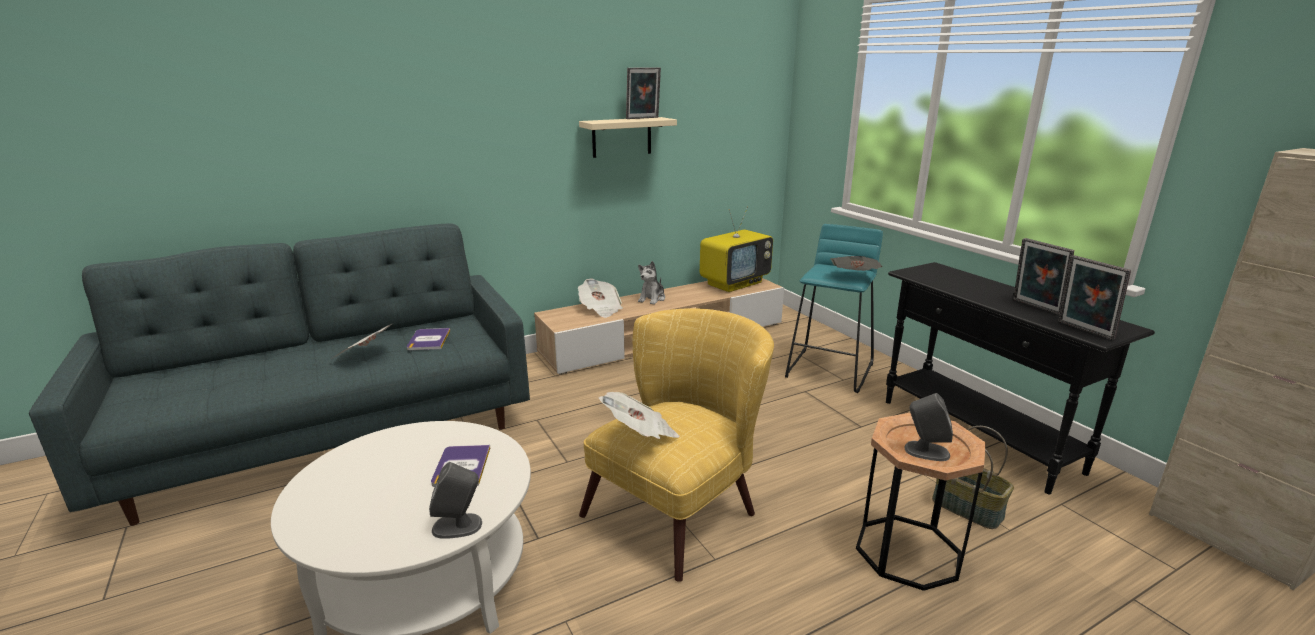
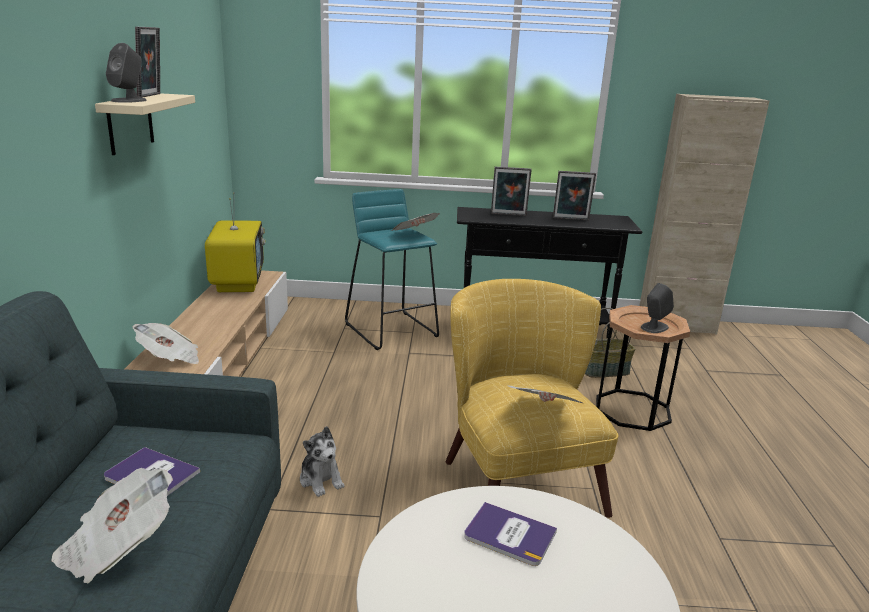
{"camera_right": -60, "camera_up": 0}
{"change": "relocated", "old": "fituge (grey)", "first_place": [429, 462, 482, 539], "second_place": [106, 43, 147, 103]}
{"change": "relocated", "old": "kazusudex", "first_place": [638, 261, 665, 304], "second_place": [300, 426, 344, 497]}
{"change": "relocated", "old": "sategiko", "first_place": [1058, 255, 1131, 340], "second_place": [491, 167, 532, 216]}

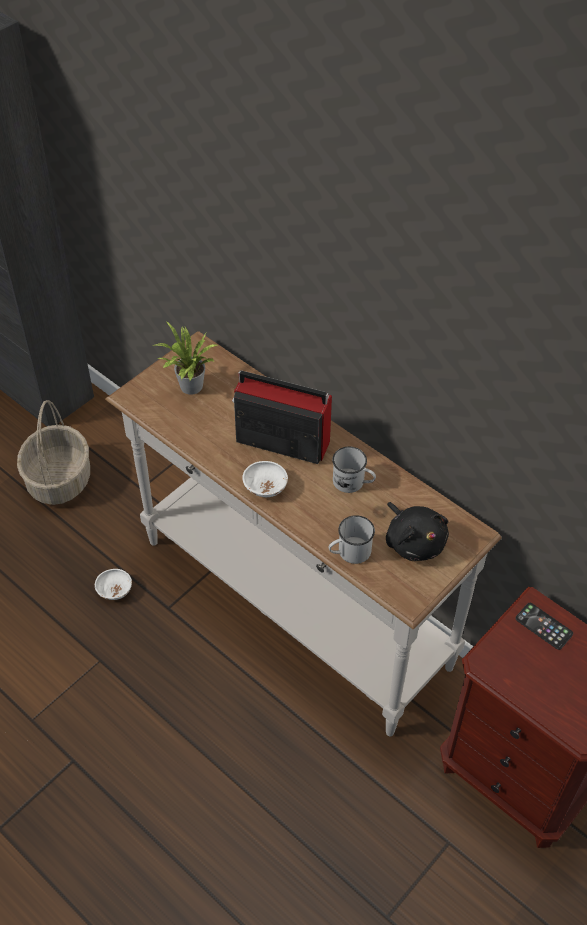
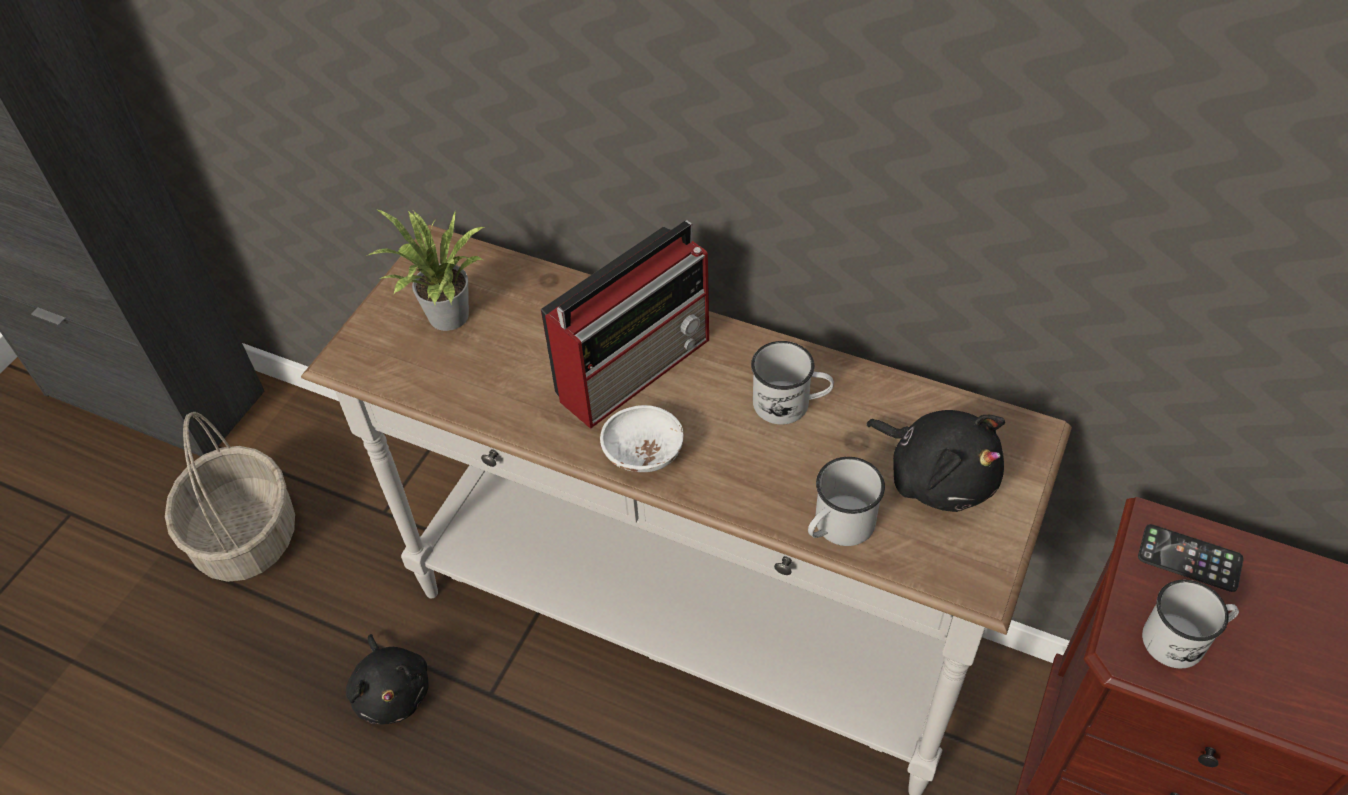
{"camera_right": -15, "camera_up": 0}
{"change": "exchanged", "old": "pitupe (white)", "new": "kazusudex (black)", "first_place": [95, 569, 132, 600], "second_place": [346, 634, 429, 724]}
{"change": "spun", "old": "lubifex", "first_place": [232, 370, 332, 464], "second_place": [541, 220, 709, 429], "degrees": 135}
{"change": "appeared", "new": "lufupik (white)", "second_place": [1142, 580, 1239, 668]}

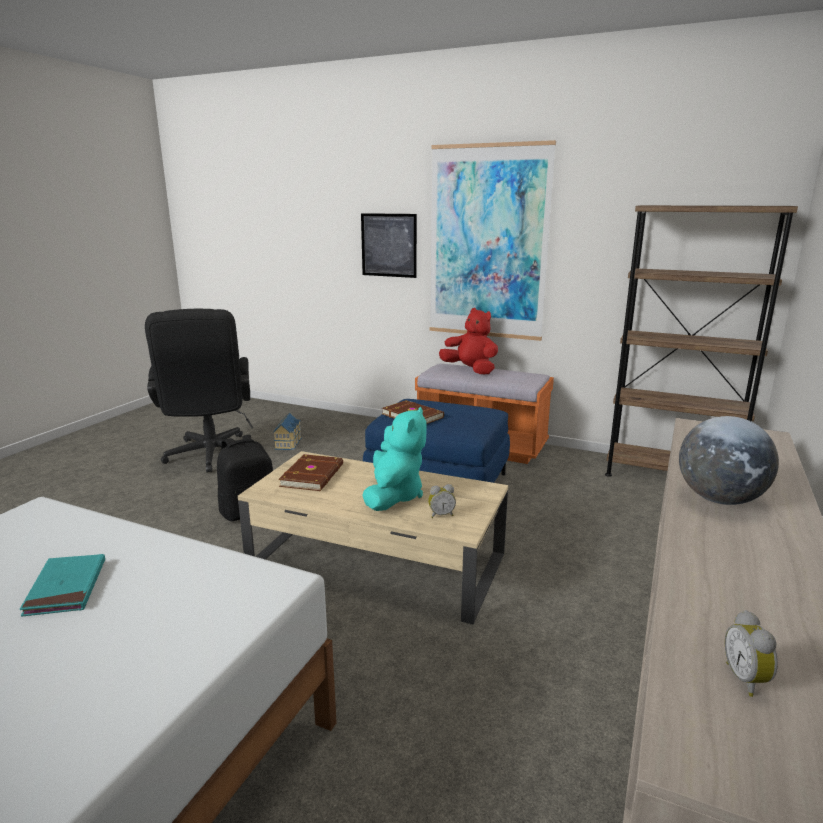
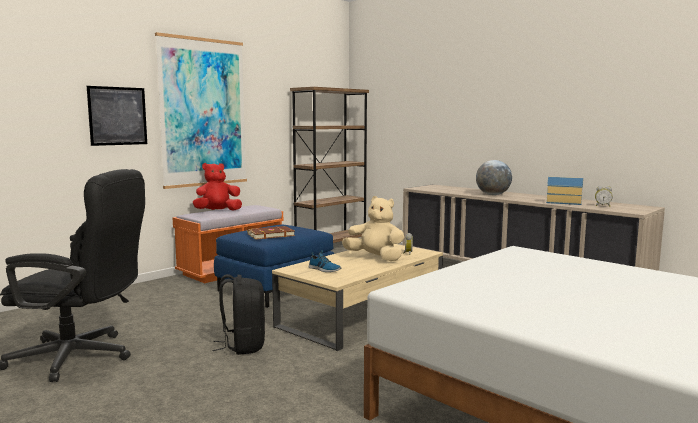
{"camera_right": -70, "camera_up": -10}
{"change": "missing", "old": "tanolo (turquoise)", "first_place": [20, 554, 105, 617]}
{"change": "relocated", "old": "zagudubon", "first_place": [273, 413, 302, 450], "second_place": [546, 177, 583, 205]}
{"change": "exchanged", "old": "tanolo (brown)", "new": "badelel", "first_place": [279, 454, 343, 491], "second_place": [309, 250, 341, 272]}
{"change": "colour", "old": "kazusudex (turquoise)", "new": "kazusudex (beige)", "first_place": [362, 407, 427, 511], "second_place": [342, 196, 404, 261]}

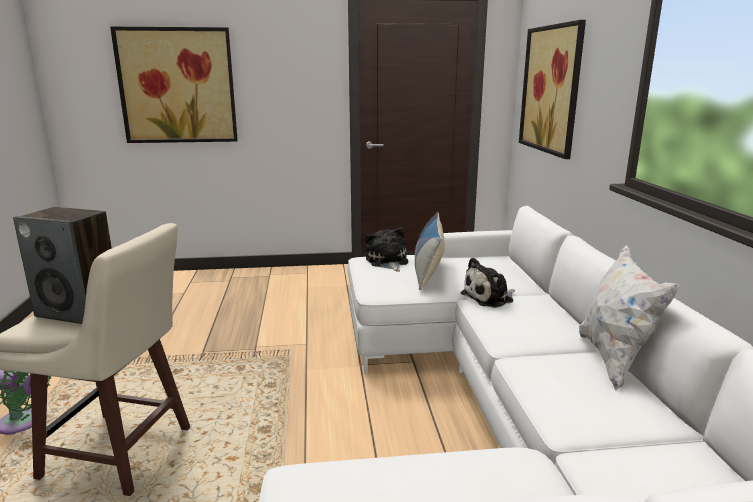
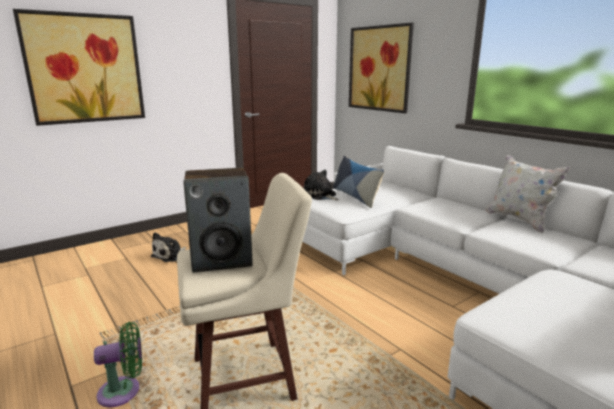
{"camera_right": -30, "camera_up": 0}
{"change": "relocated", "old": "kazusudex", "first_place": [461, 257, 515, 308], "second_place": [151, 232, 186, 262]}

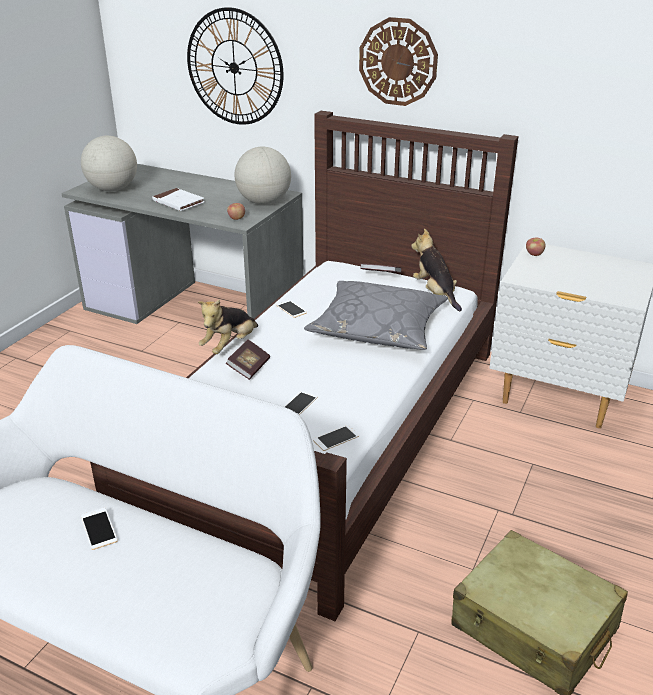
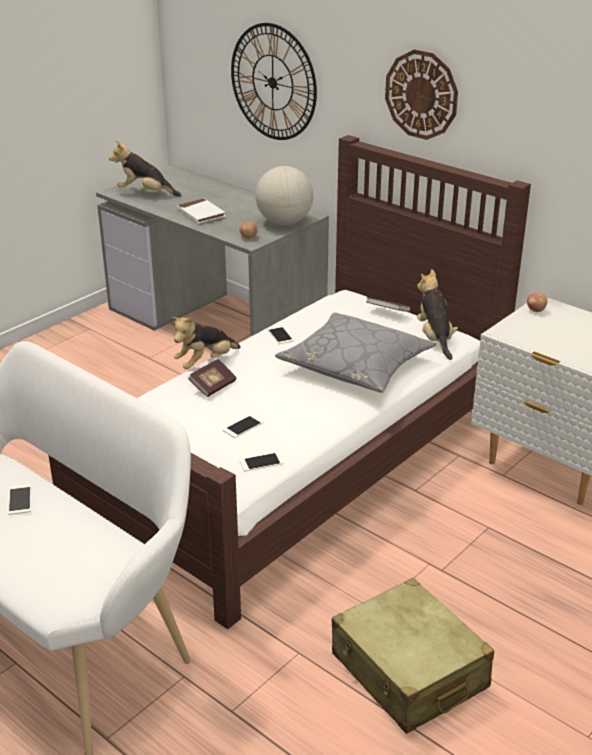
{"camera_right": 15, "camera_up": 0}
{"change": "exchanged", "old": "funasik", "new": "kazusudex", "first_place": [81, 136, 137, 191], "second_place": [109, 140, 181, 197]}

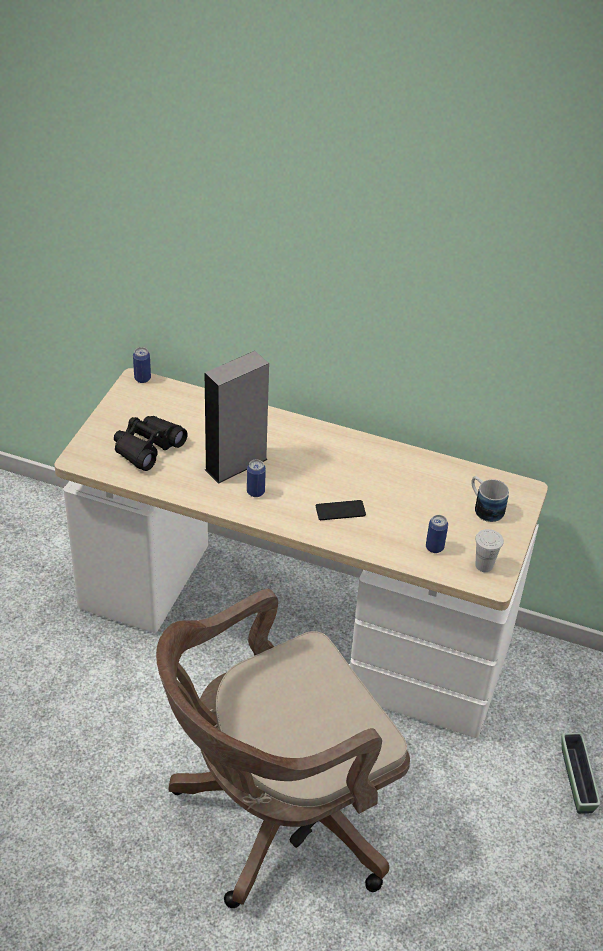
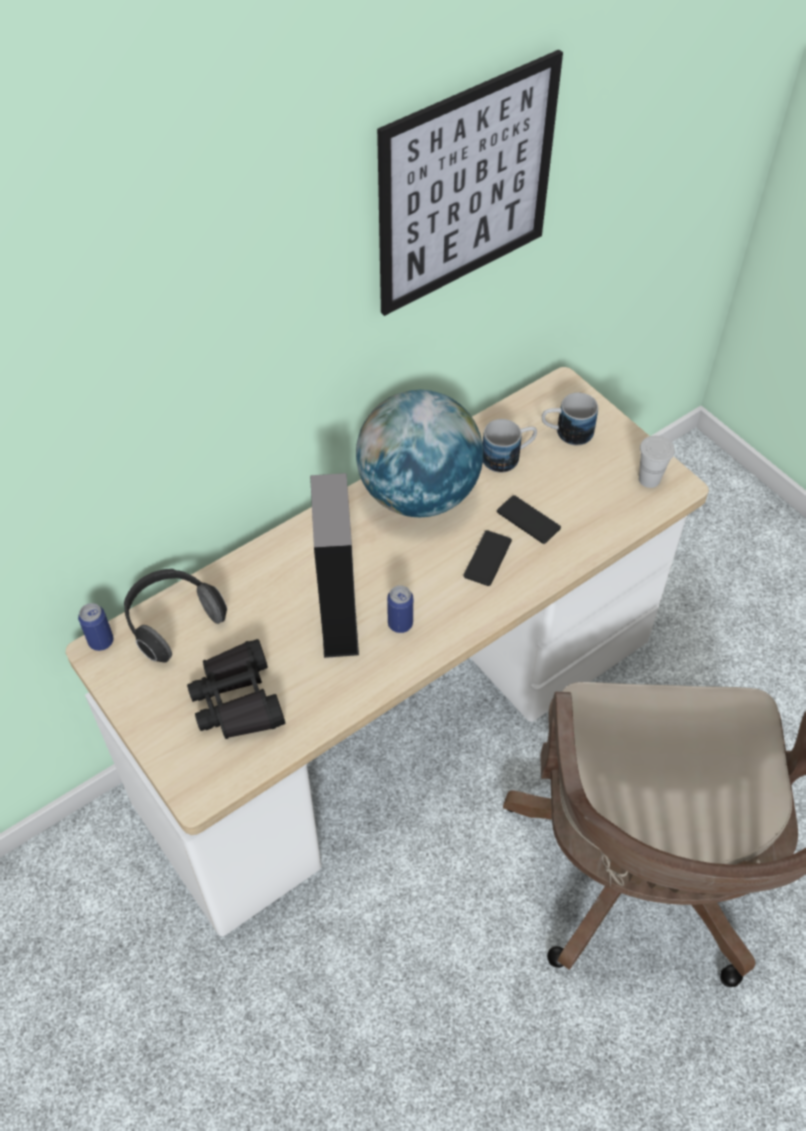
{"camera_right": -55, "camera_up": 10}
{"change": "missing", "old": "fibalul", "first_place": [426, 515, 448, 553]}
{"change": "missing", "old": "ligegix", "first_place": [562, 733, 600, 814]}
{"change": "appeared", "new": "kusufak", "second_place": [124, 569, 227, 663]}
{"change": "appeared", "new": "funasik", "second_place": [356, 390, 483, 517]}
{"change": "appeared", "new": "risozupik", "second_place": [377, 50, 563, 316]}
{"change": "appeared", "new": "lufupik", "second_place": [483, 419, 537, 473]}
{"change": "appeared", "new": "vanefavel", "second_place": [497, 495, 561, 544]}

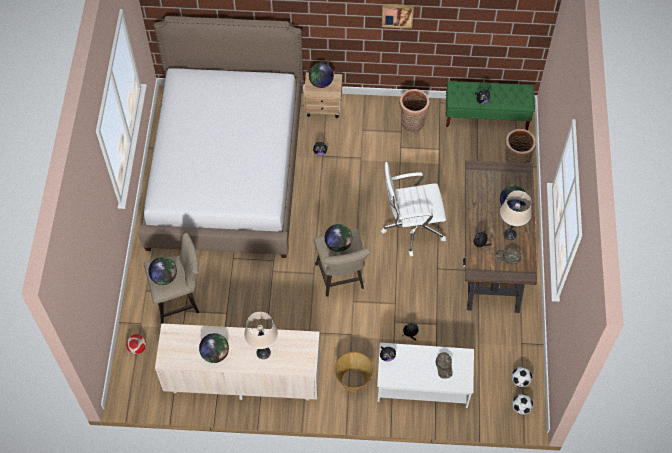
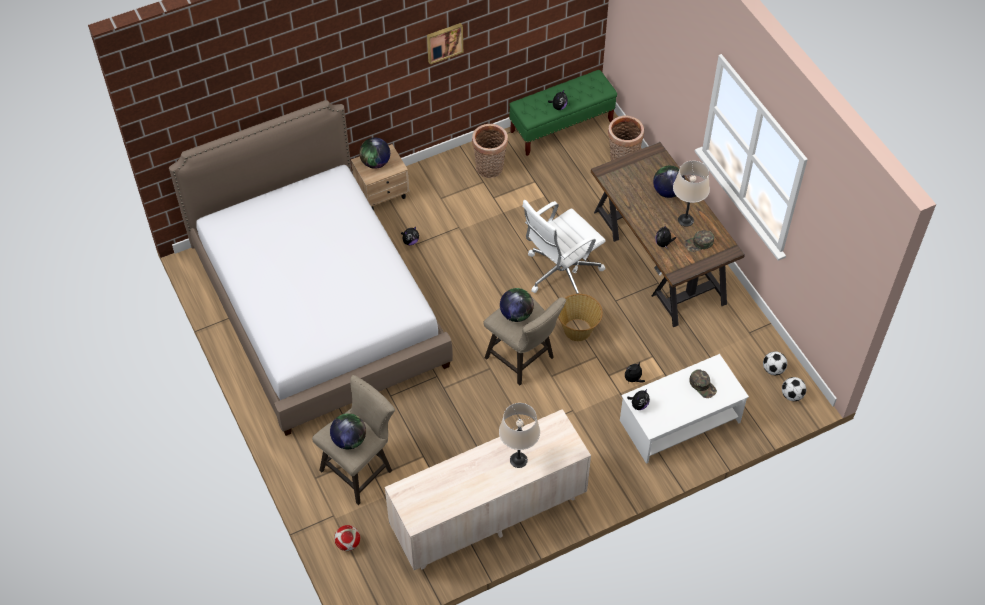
{"camera_right": -30, "camera_up": -5}
{"change": "missing", "old": "funasik", "first_place": [199, 333, 229, 363]}
{"change": "relocated", "old": "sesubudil", "first_place": [334, 352, 374, 391], "second_place": [558, 294, 603, 341]}

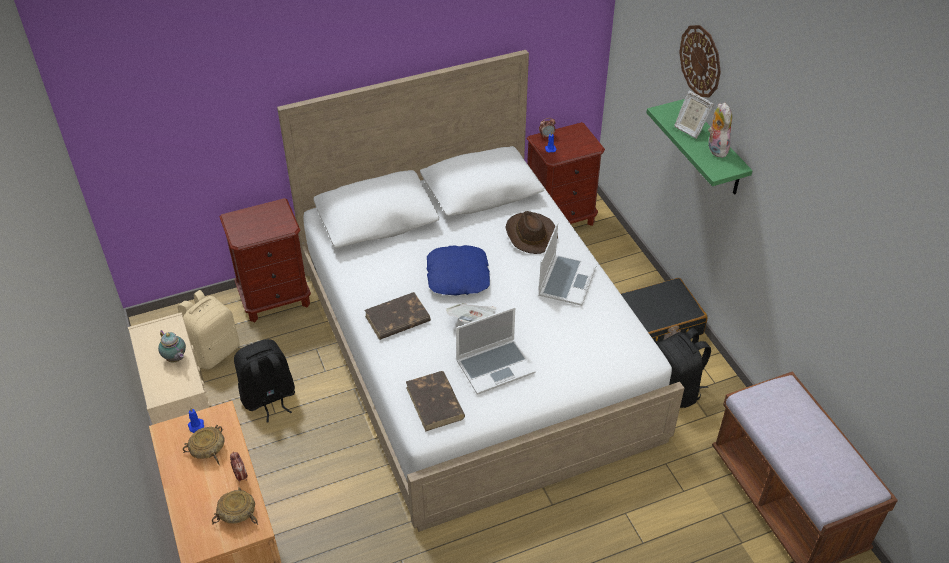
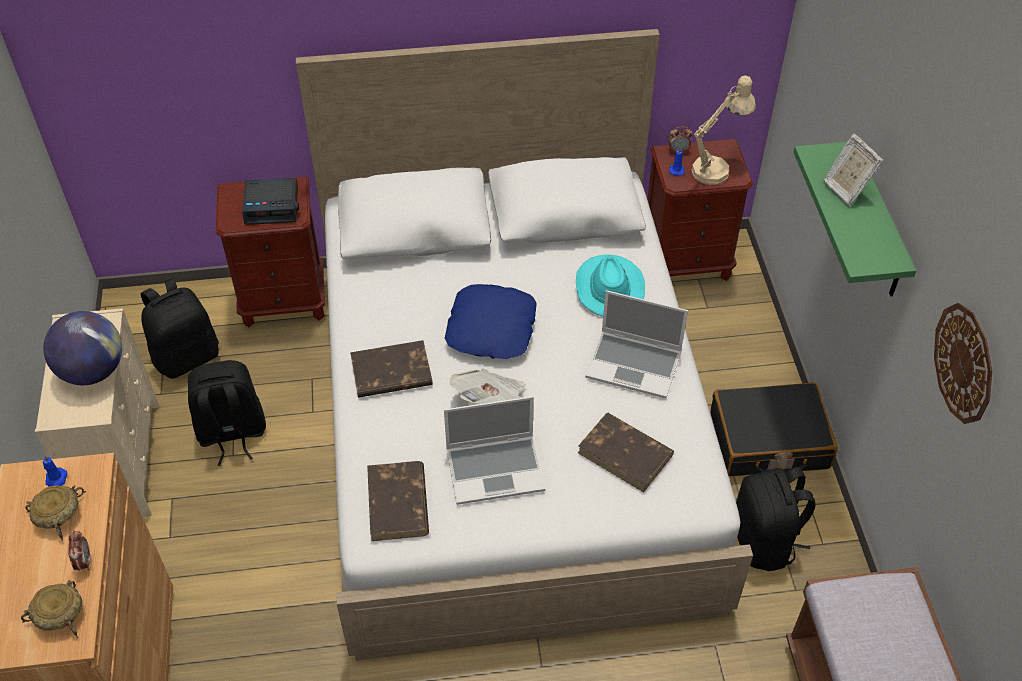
{"camera_right": 15, "camera_up": 5}
{"change": "exchanged", "old": "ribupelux", "new": "funasik", "first_place": [158, 331, 186, 362], "second_place": [43, 311, 122, 385]}
{"change": "colour", "old": "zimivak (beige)", "new": "zimivak (black)", "first_place": [178, 290, 239, 369], "second_place": [141, 277, 219, 379]}
{"change": "colour", "old": "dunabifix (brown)", "new": "dunabifix (turquoise)", "first_place": [506, 211, 558, 254], "second_place": [576, 254, 645, 317]}
{"change": "spun", "old": "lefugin", "first_place": [538, 223, 597, 306], "second_place": [585, 290, 688, 399], "degrees": 75}
{"change": "relocated", "old": "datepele", "first_place": [679, 25, 721, 97], "second_place": [934, 303, 992, 424]}
{"change": "missing", "old": "kazusudex", "first_place": [708, 102, 732, 157]}
{"change": "appeared", "new": "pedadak", "second_place": [242, 178, 299, 225]}
{"change": "appeared", "new": "tanolo (brown)", "second_place": [578, 412, 674, 492]}
{"change": "appeared", "new": "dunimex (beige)", "second_place": [691, 76, 756, 185]}

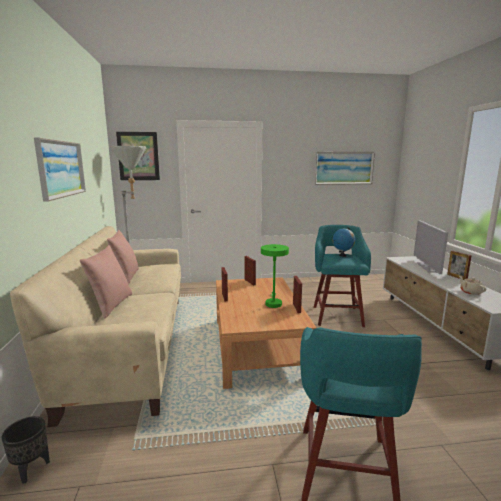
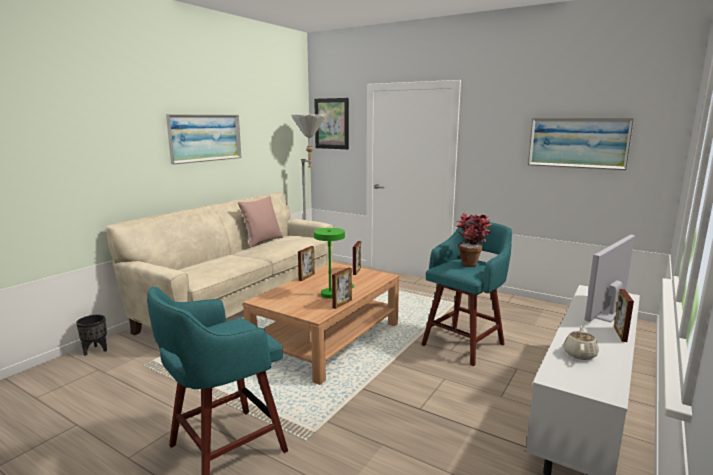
{"camera_right": 40, "camera_up": 0}
{"change": "missing", "old": "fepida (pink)", "first_place": [80, 245, 132, 318]}
{"change": "exchanged", "old": "funasik", "new": "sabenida", "first_place": [332, 227, 356, 257], "second_place": [457, 213, 492, 267]}

